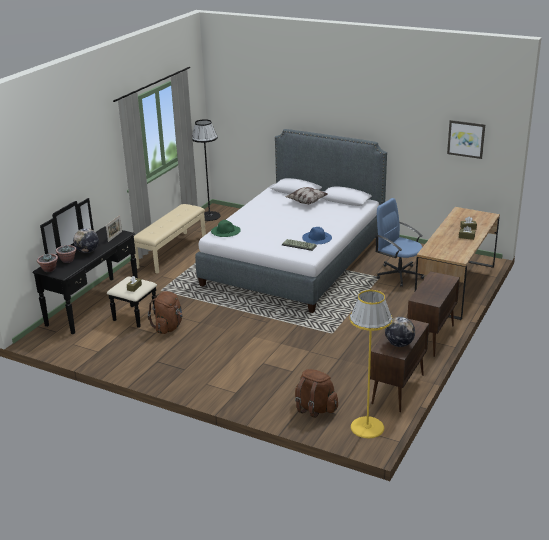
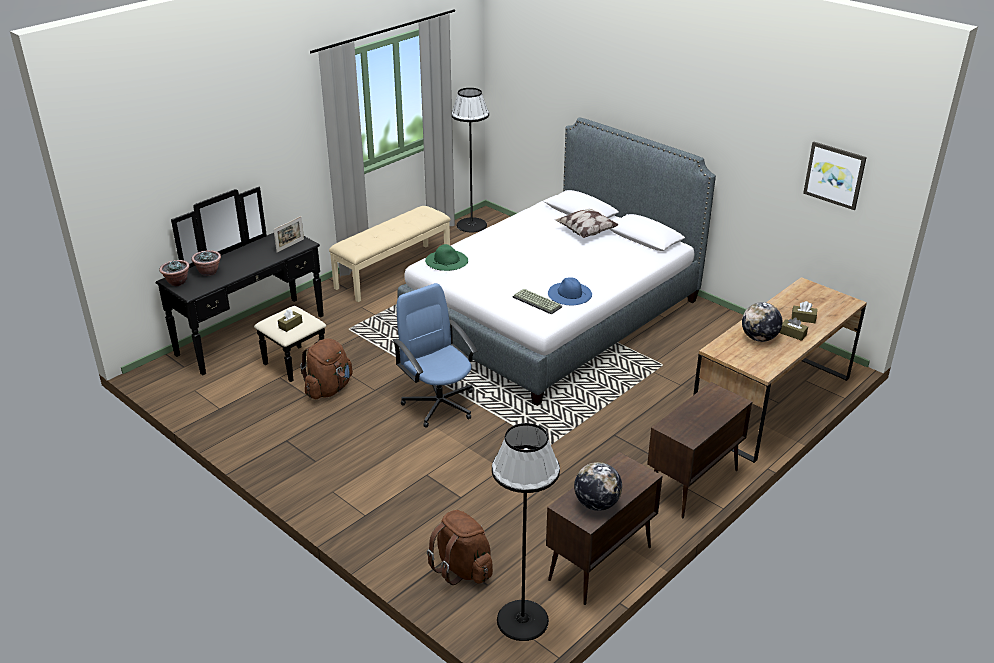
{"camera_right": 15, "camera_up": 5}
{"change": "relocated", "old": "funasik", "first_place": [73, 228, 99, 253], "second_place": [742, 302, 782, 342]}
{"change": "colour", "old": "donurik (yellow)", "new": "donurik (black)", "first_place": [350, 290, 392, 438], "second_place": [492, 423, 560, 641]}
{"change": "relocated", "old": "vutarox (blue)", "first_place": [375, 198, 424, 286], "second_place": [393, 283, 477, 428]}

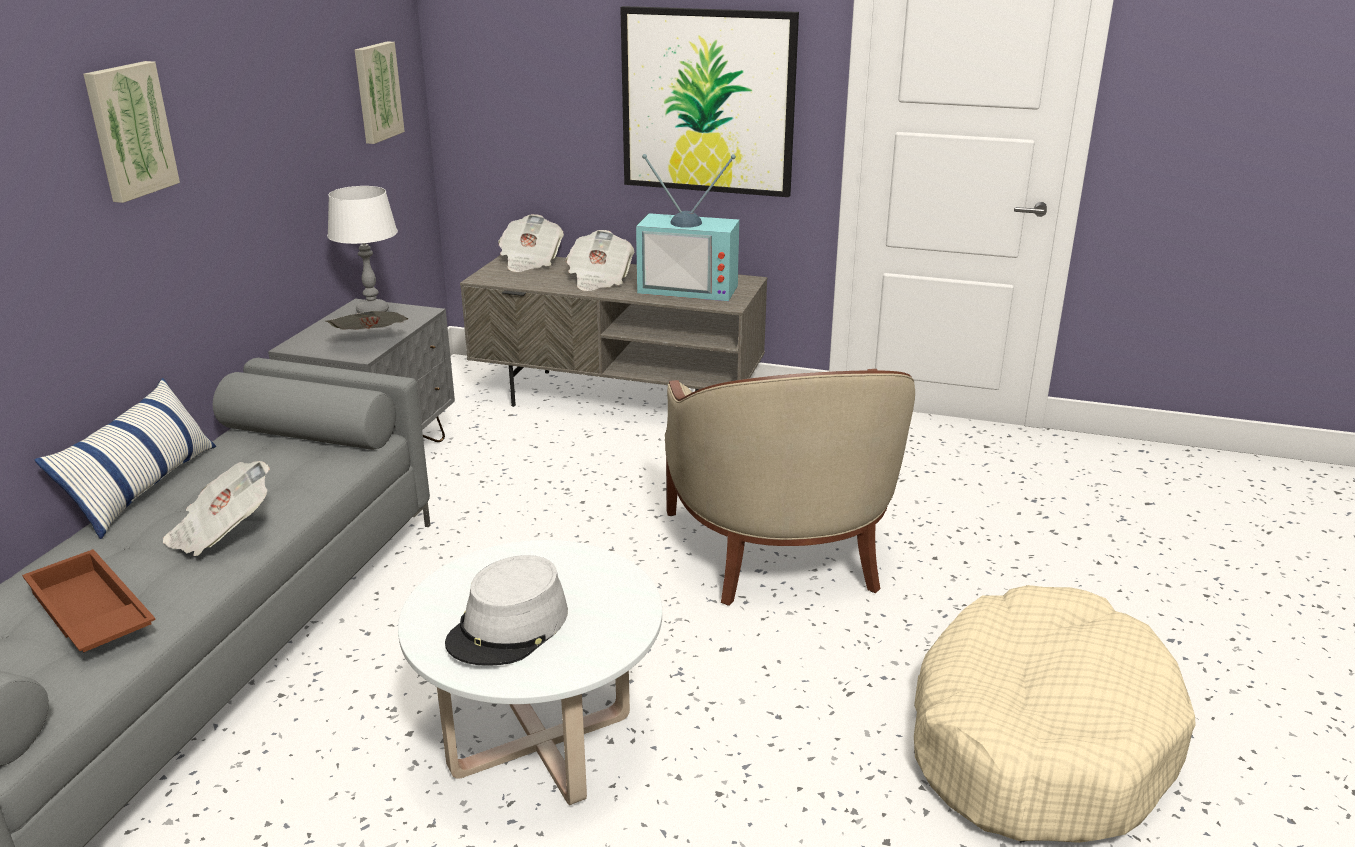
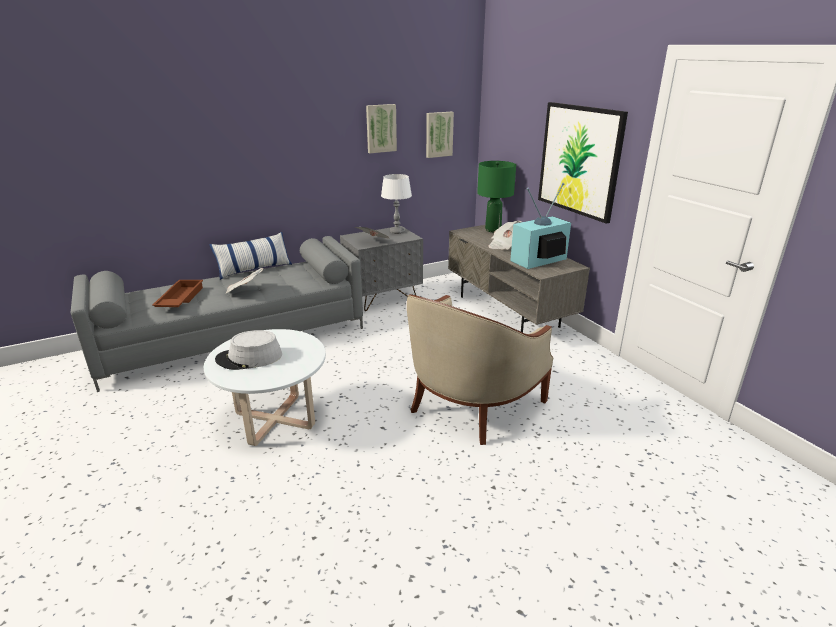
{"camera_right": 45, "camera_up": 0}
{"change": "relocated", "old": "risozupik", "first_place": [83, 61, 180, 203], "second_place": [366, 104, 397, 153]}
{"change": "exchanged", "old": "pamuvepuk", "new": "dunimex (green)", "first_place": [498, 214, 564, 272], "second_place": [477, 161, 516, 232]}
{"change": "spun", "old": "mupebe", "first_place": [636, 154, 740, 301], "second_place": [510, 183, 571, 269], "degrees": 90}
{"change": "missing", "old": "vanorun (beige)", "first_place": [914, 585, 1196, 843]}

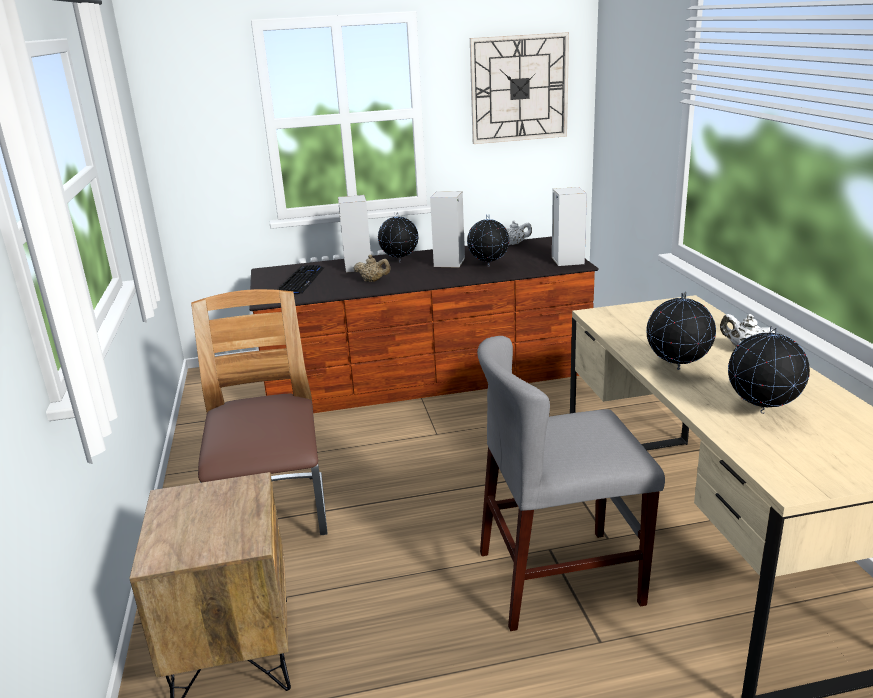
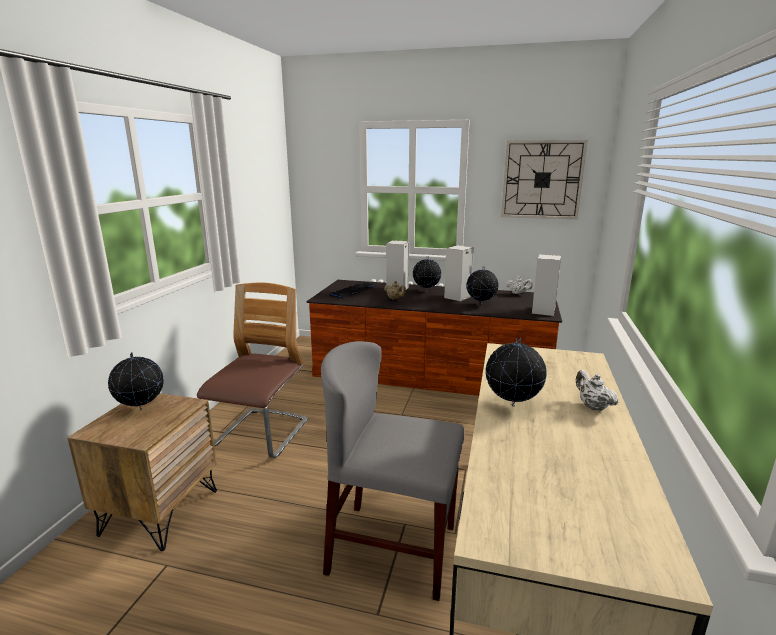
{"camera_right": 25, "camera_up": -5}
{"change": "relocated", "old": "funasik", "first_place": [728, 326, 810, 414], "second_place": [108, 352, 164, 410]}

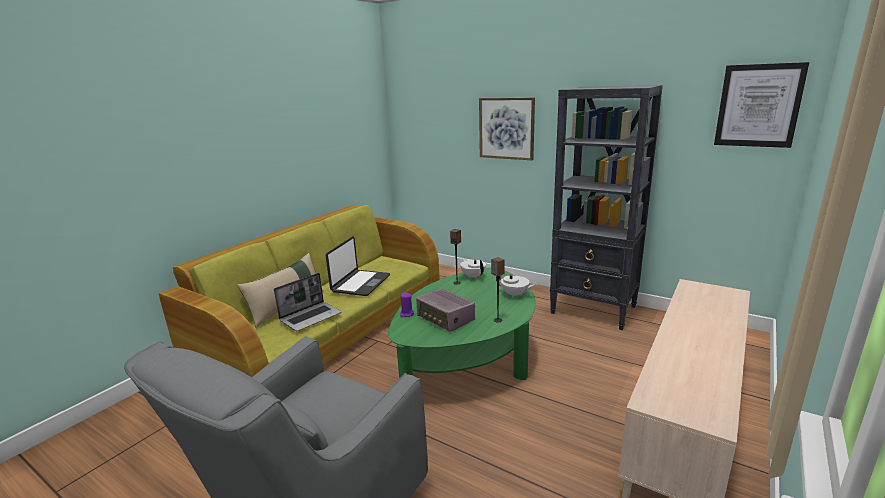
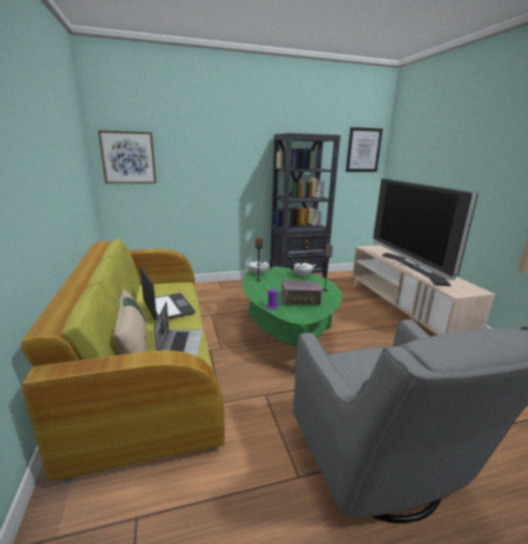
{"camera_right": -50, "camera_up": 0}
{"change": "relocated", "old": "risozupik", "first_place": [479, 97, 535, 160], "second_place": [98, 130, 156, 184]}
{"change": "appeared", "new": "mupebe", "second_place": [373, 179, 479, 286]}

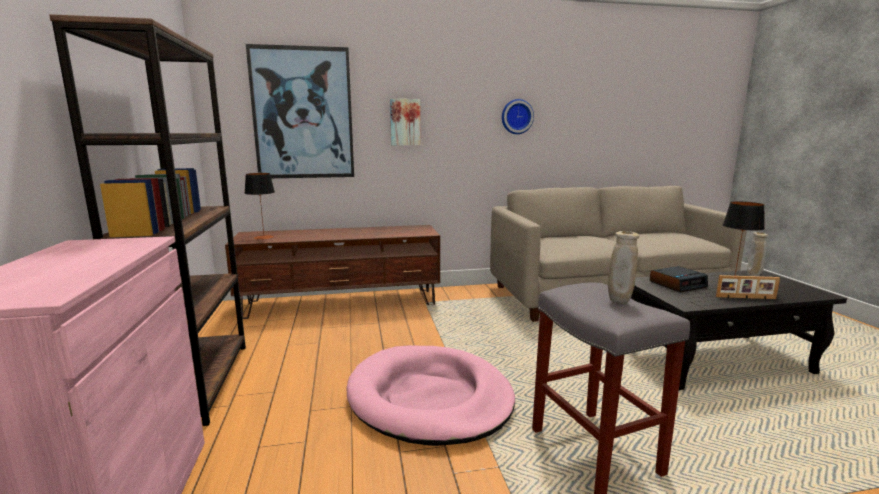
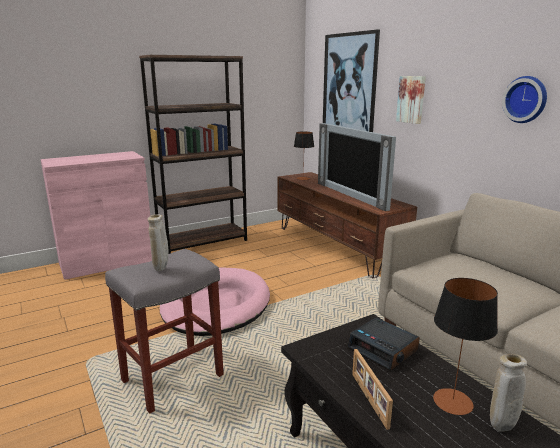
{"camera_right": 70, "camera_up": 5}
{"change": "appeared", "new": "mupebe", "second_place": [318, 123, 396, 211]}

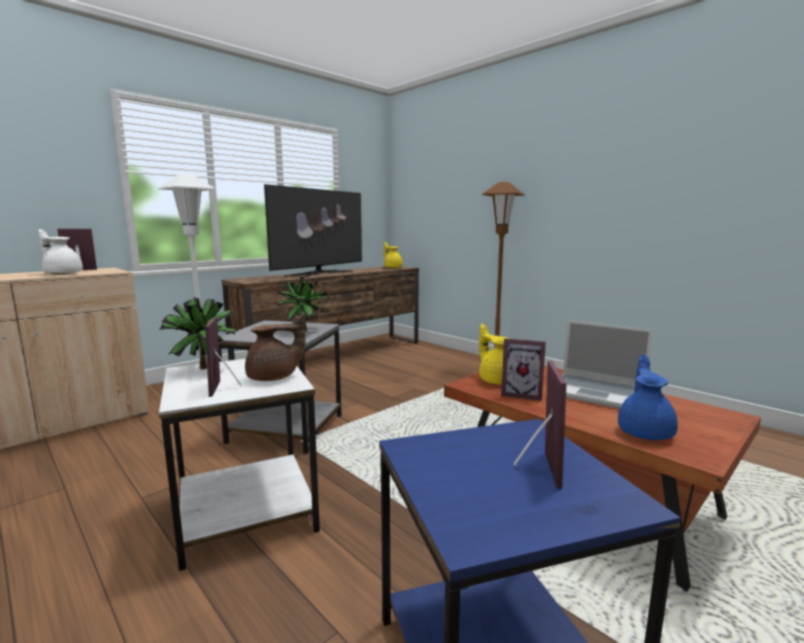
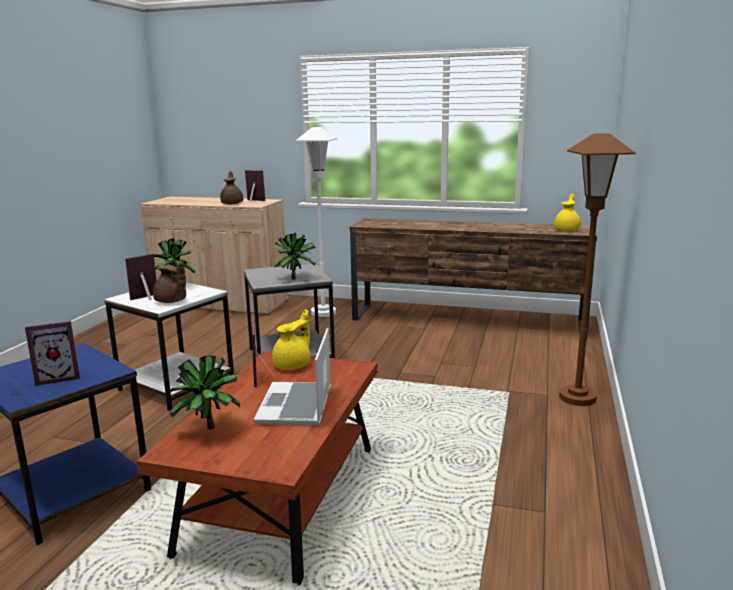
{"camera_right": 60, "camera_up": 5}
{"change": "colour", "old": "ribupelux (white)", "new": "ribupelux (brown)", "first_place": [39, 229, 83, 275], "second_place": [220, 171, 243, 204]}
{"change": "missing", "old": "mupebe", "first_place": [264, 184, 362, 278]}
{"change": "exchanged", "old": "ribupelux (blue)", "new": "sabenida", "first_place": [618, 354, 678, 440], "second_place": [169, 355, 240, 429]}

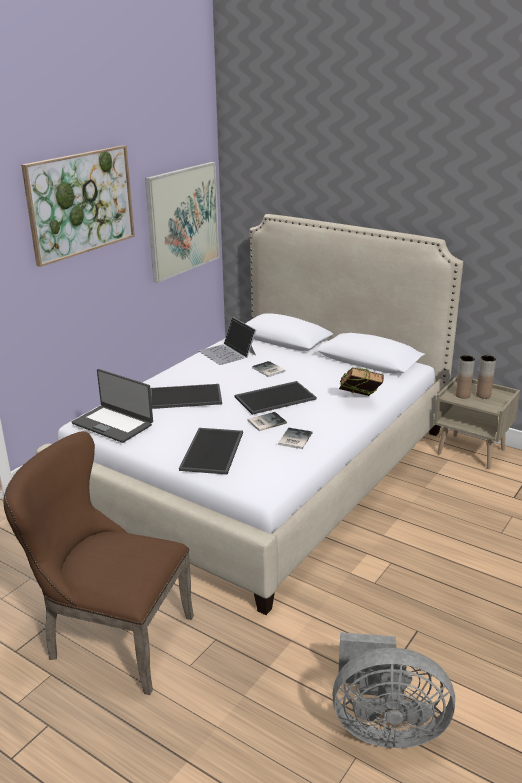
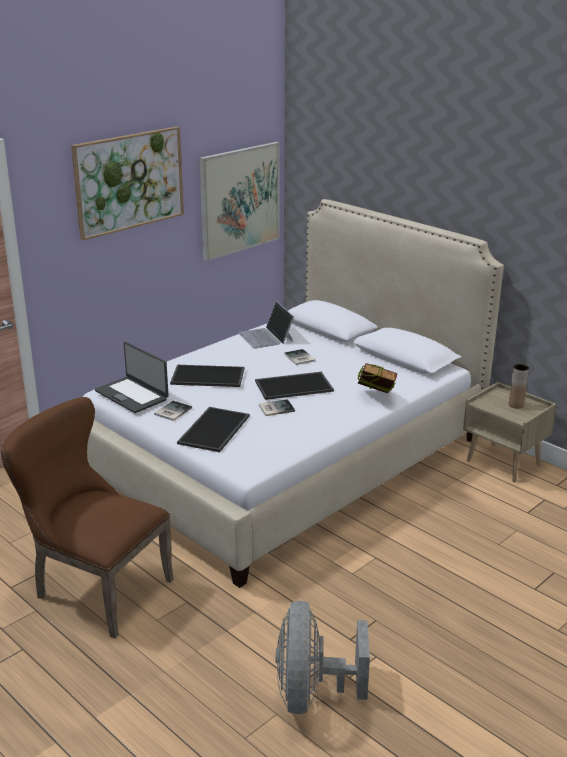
{"camera_right": 10, "camera_up": 0}
{"change": "relocated", "old": "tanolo", "first_place": [278, 428, 312, 449], "second_place": [154, 401, 192, 421]}
{"change": "spun", "old": "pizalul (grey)", "first_place": [332, 632, 455, 748], "second_place": [276, 601, 370, 714], "degrees": 75}
{"change": "missing", "old": "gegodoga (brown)", "first_place": [456, 355, 475, 399]}

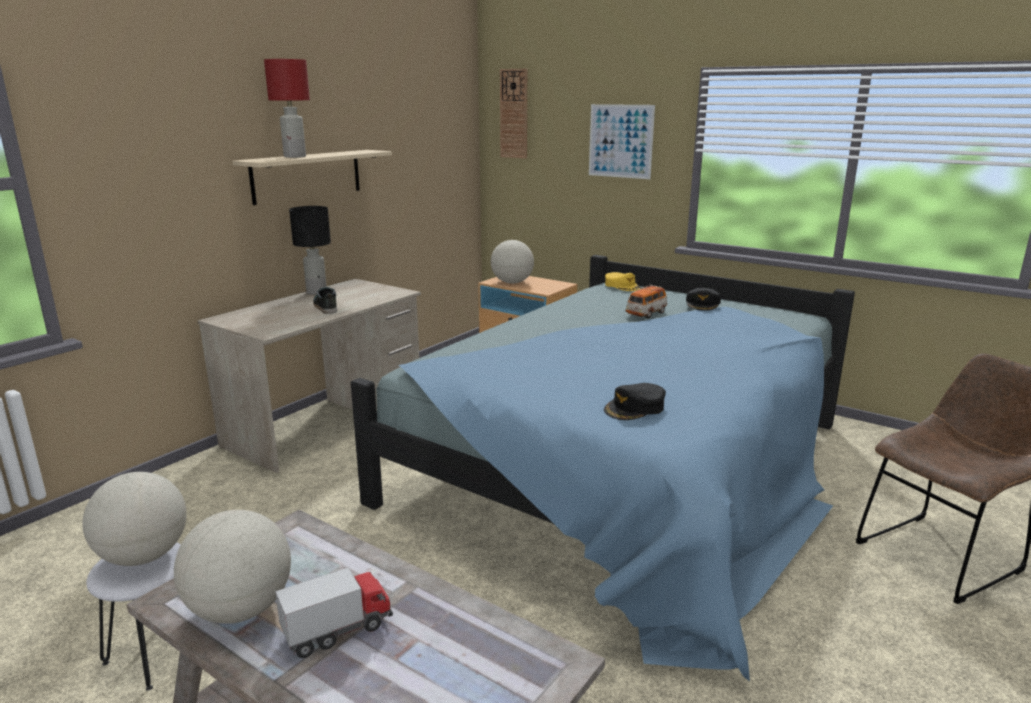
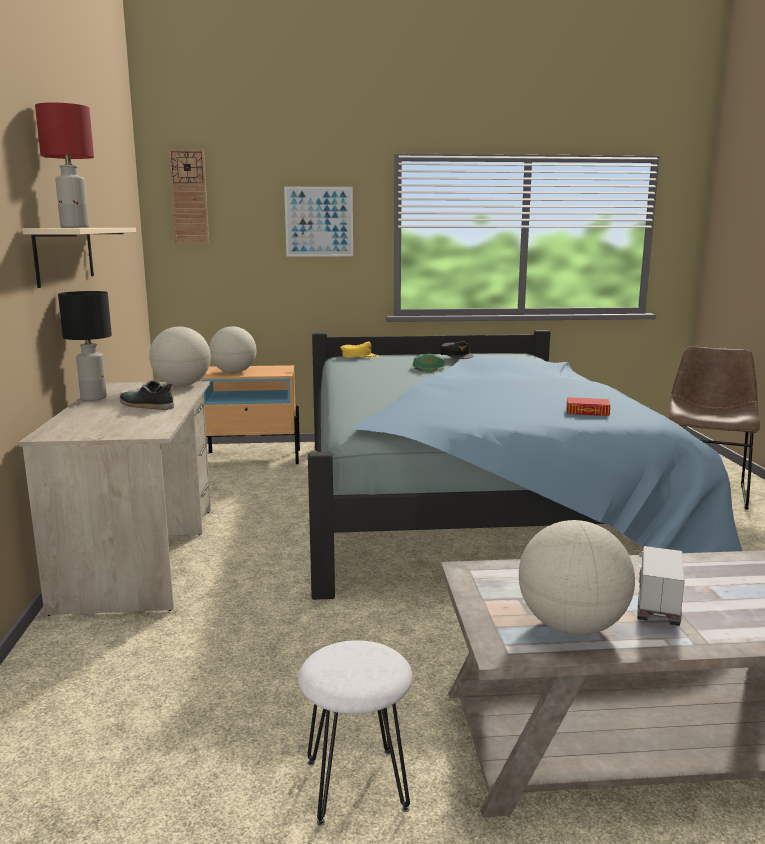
{"camera_right": -40, "camera_up": -5}
{"change": "relocated", "old": "funasik", "first_place": [82, 472, 186, 566], "second_place": [149, 327, 211, 386]}
{"change": "exchanged", "old": "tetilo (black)", "new": "tanolo", "first_place": [604, 383, 666, 420], "second_place": [566, 397, 610, 416]}
{"change": "exchanged", "old": "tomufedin", "new": "tetilo (green)", "first_place": [625, 284, 667, 318], "second_place": [413, 354, 445, 372]}

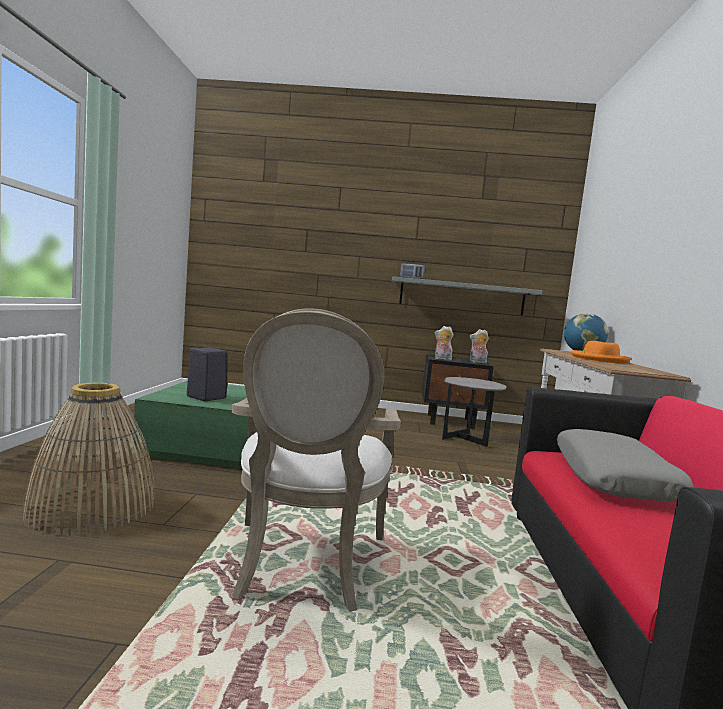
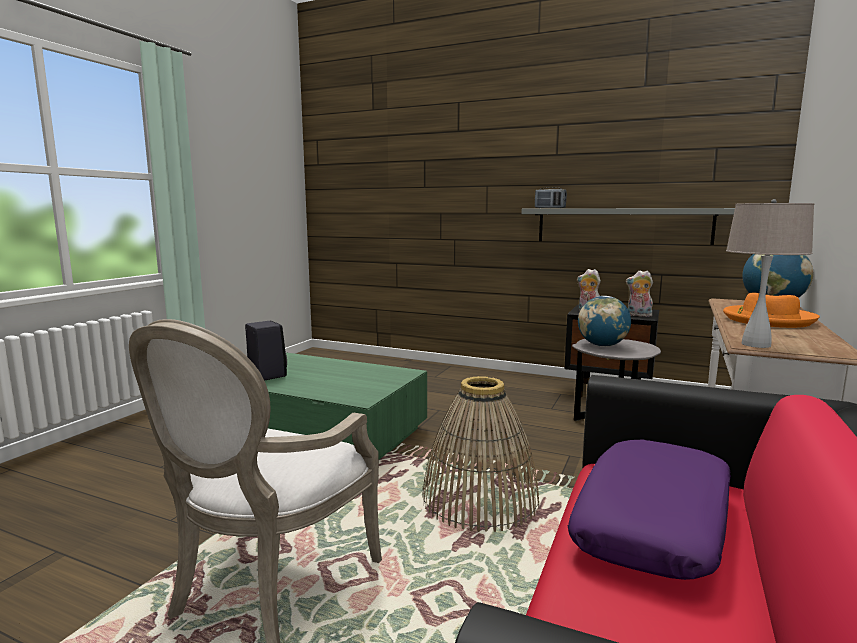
{"camera_right": 20, "camera_up": 5}
{"change": "relocated", "old": "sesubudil", "first_place": [21, 383, 155, 536], "second_place": [422, 376, 539, 532]}
{"change": "colour", "old": "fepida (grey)", "new": "fepida (purple)", "first_place": [557, 429, 694, 501], "second_place": [568, 440, 731, 580]}
{"change": "appeared", "new": "funasik", "second_place": [578, 296, 631, 347]}
{"change": "appeared", "new": "dunimex (beige)", "second_place": [726, 199, 815, 348]}

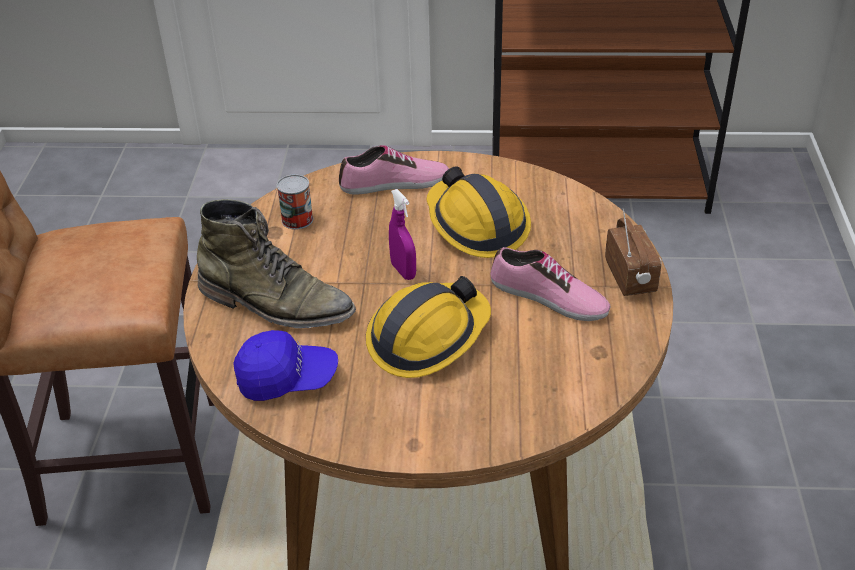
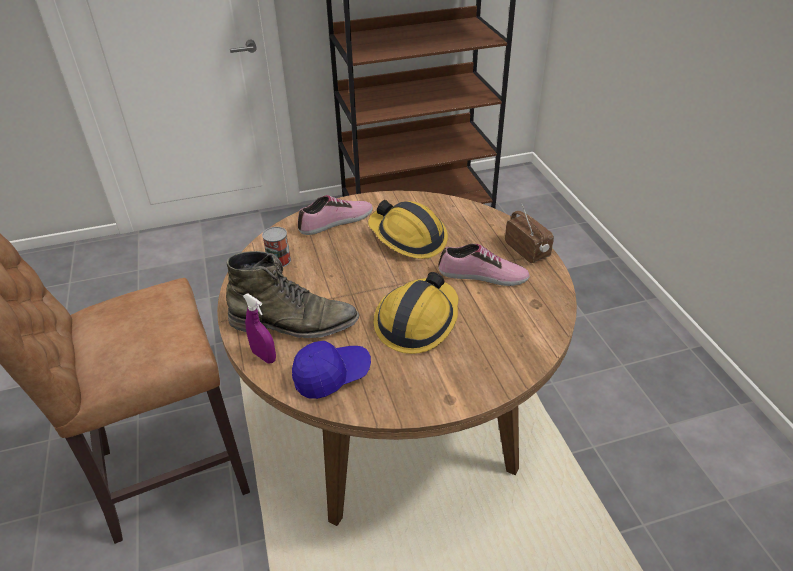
{"camera_right": -20, "camera_up": 0}
{"change": "relocated", "old": "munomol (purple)", "first_place": [389, 189, 416, 280], "second_place": [243, 294, 276, 364]}

